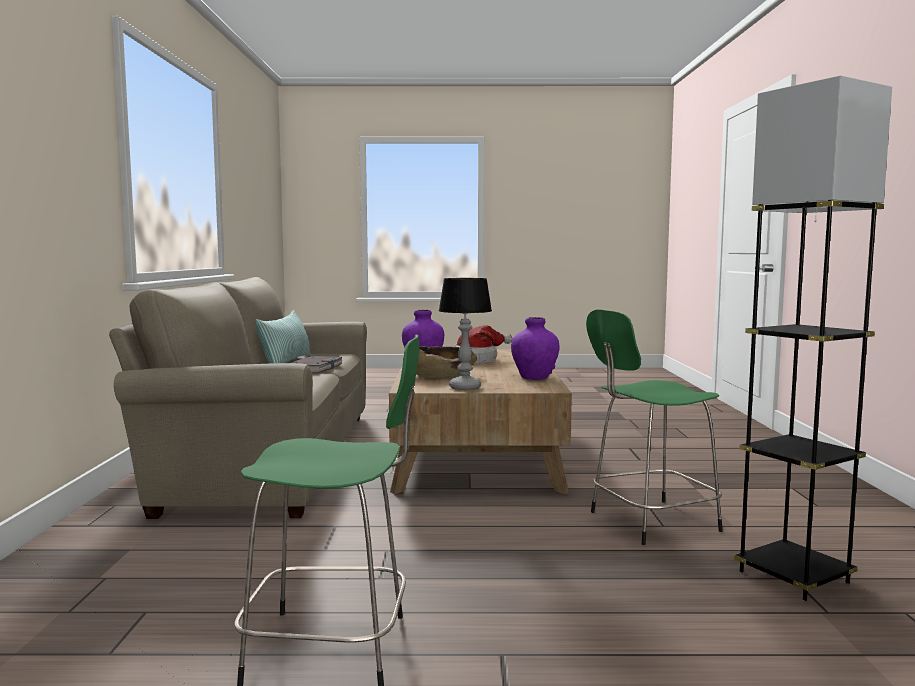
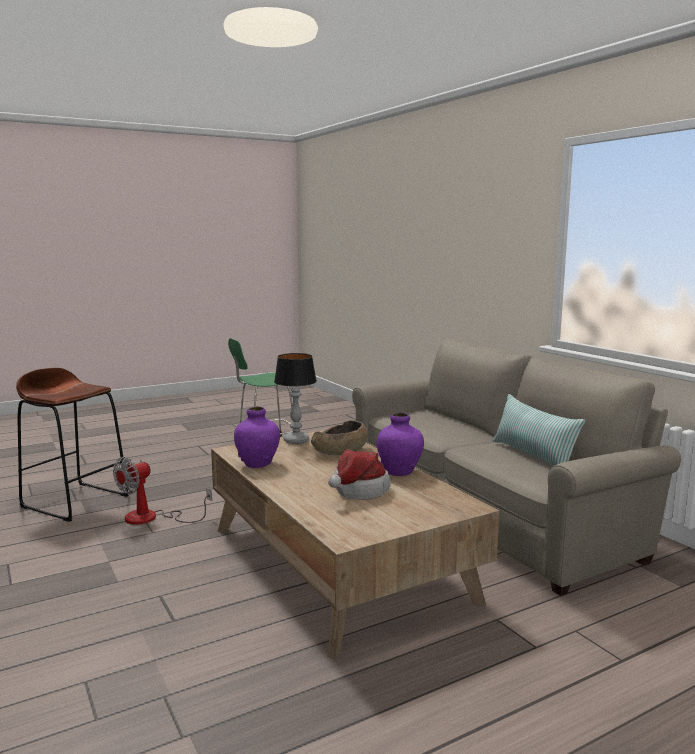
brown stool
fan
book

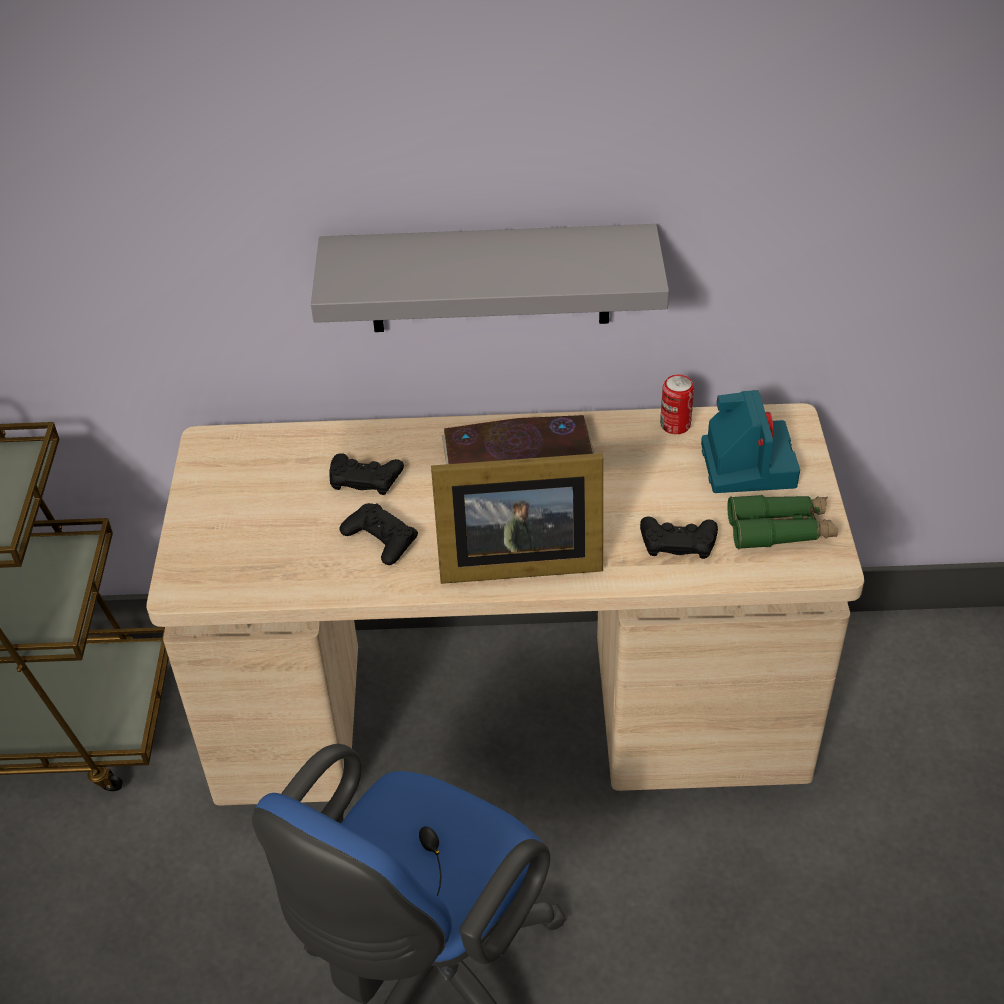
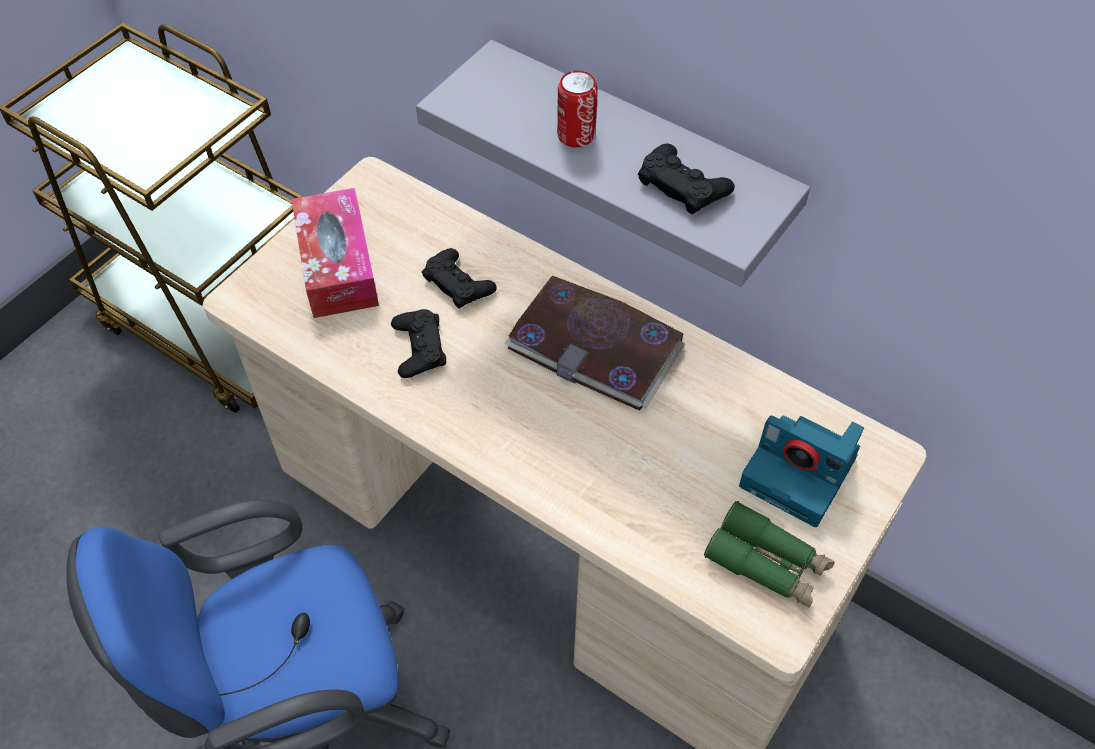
can
photo camera
picture frame
black game controller (no. 3 from left)
tissue box

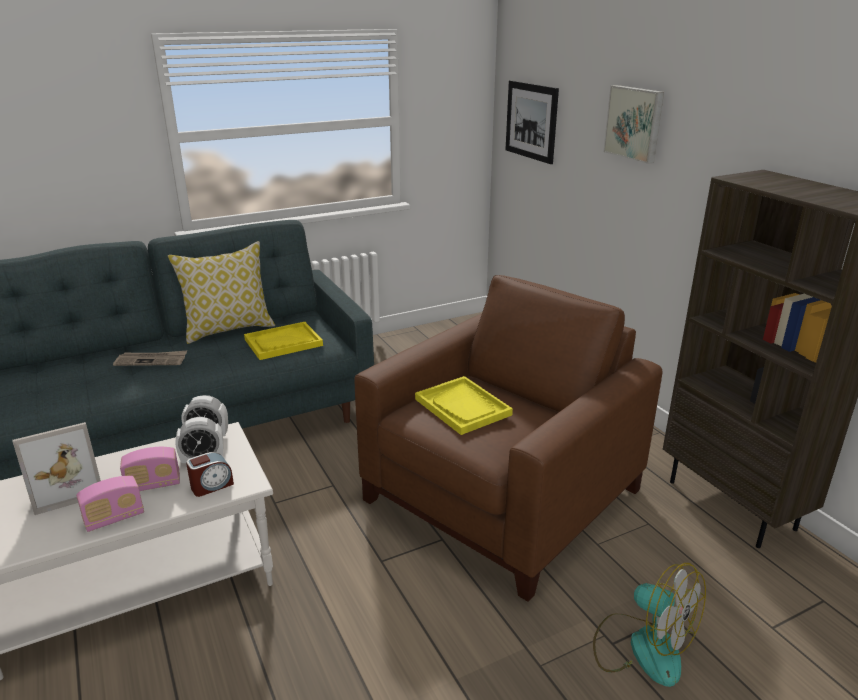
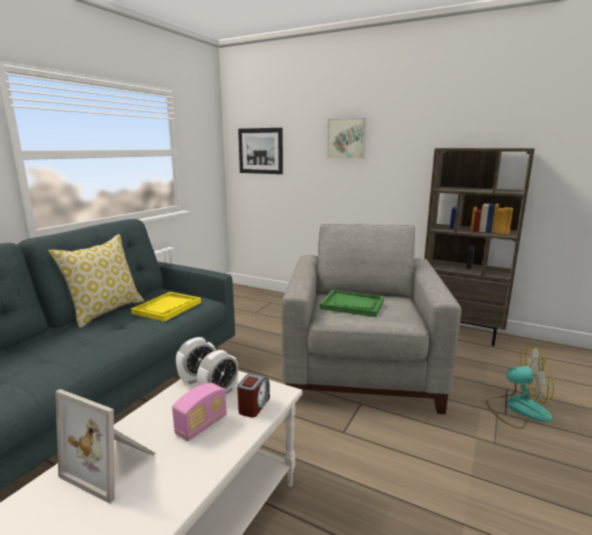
grey armchair
newspaper
green tray
picture frame
radio (no. 1 from left in the first image)

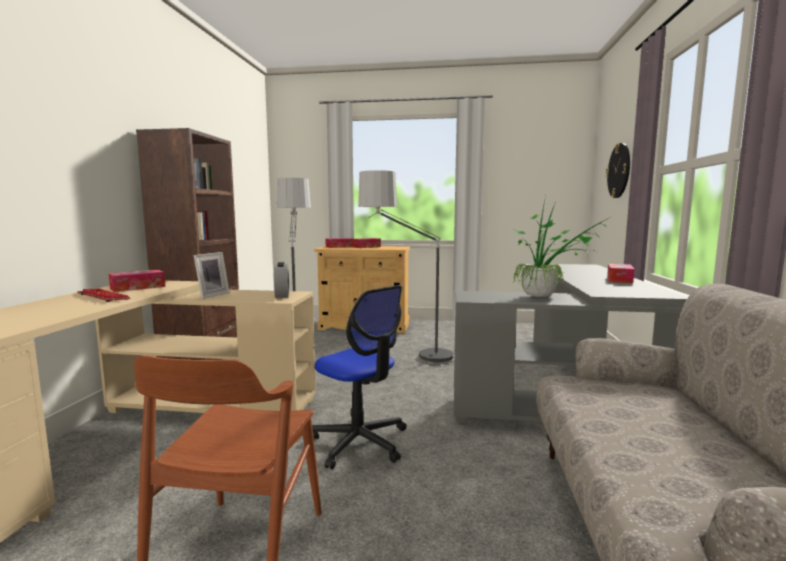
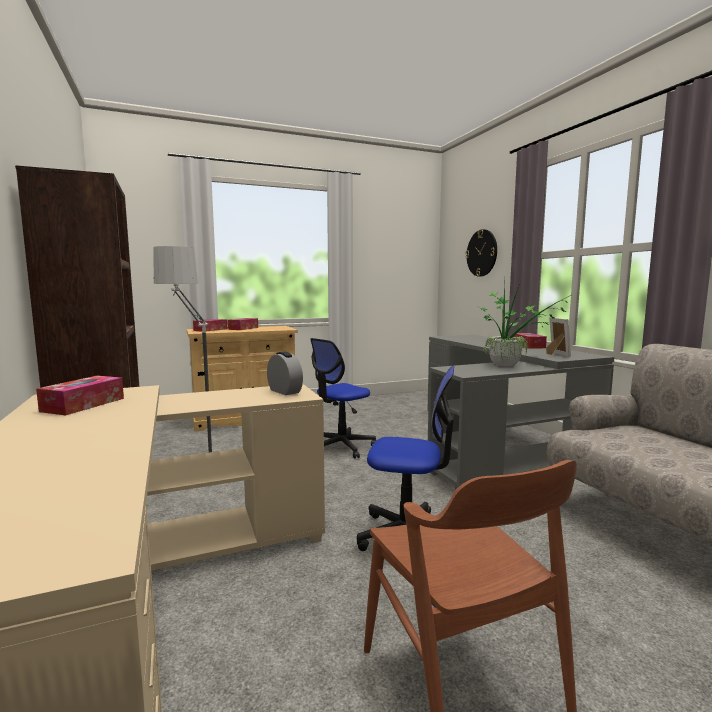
office chair (no. 1 from left)
picture frame
keyboard

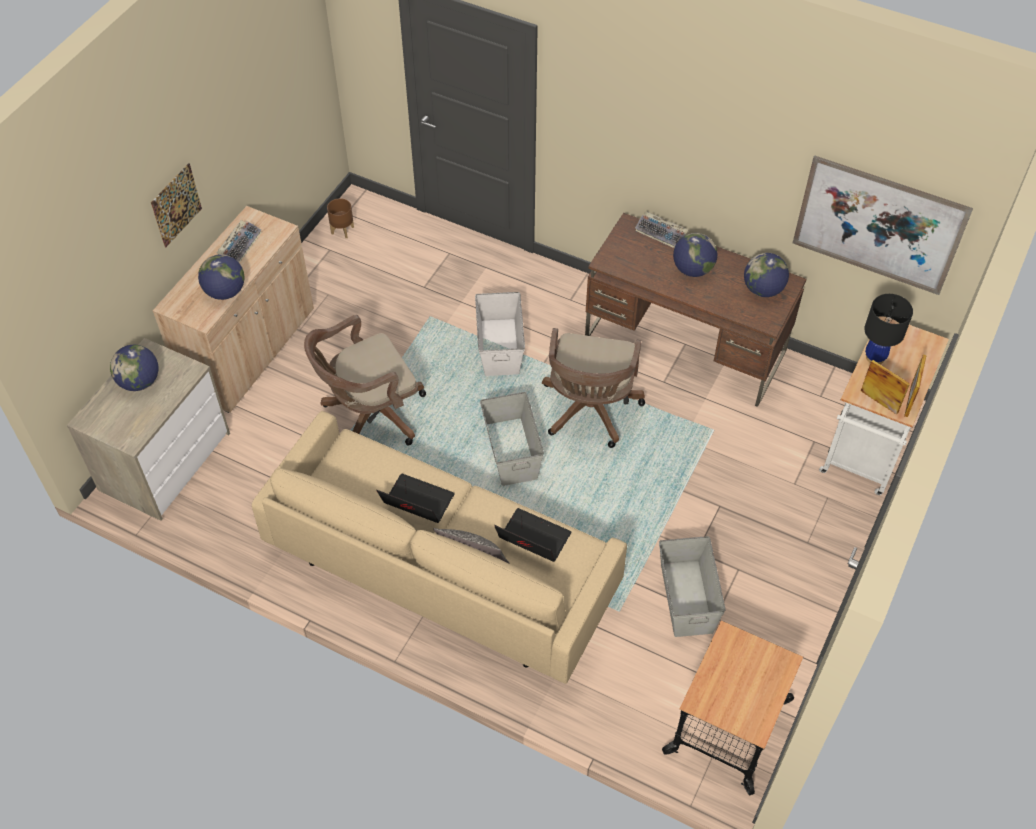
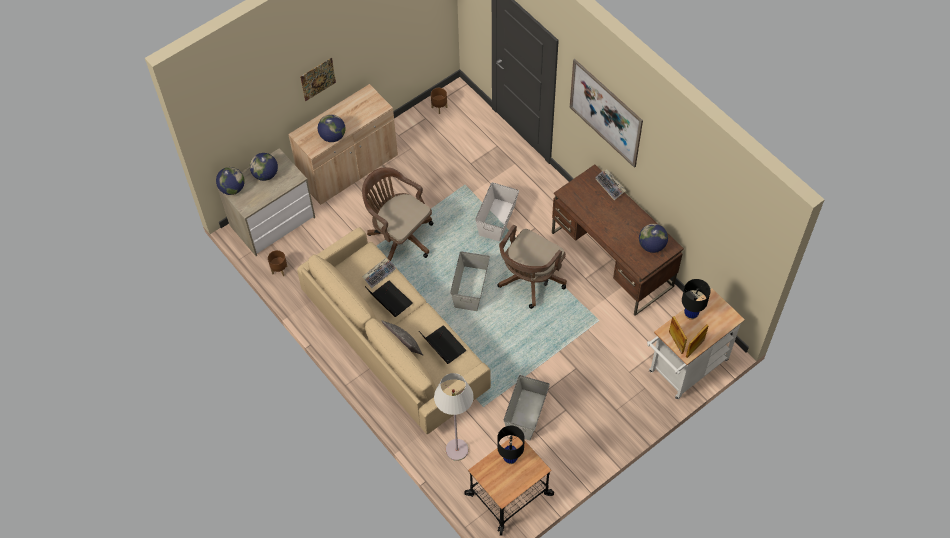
picture (no. 2 from left)
keyboard (no. 1 from left)
globe (no. 1 from left)
brown office chair (no. 1 from left)
brown planter (no. 1 from left)
white floor lamp
black table lamp (no. 1 from left)

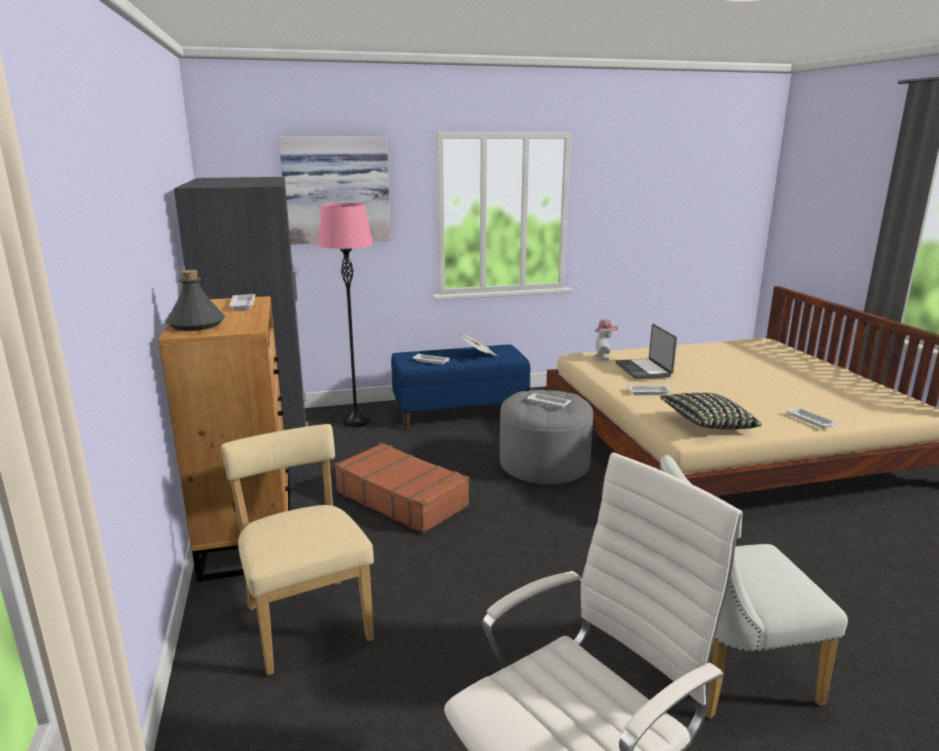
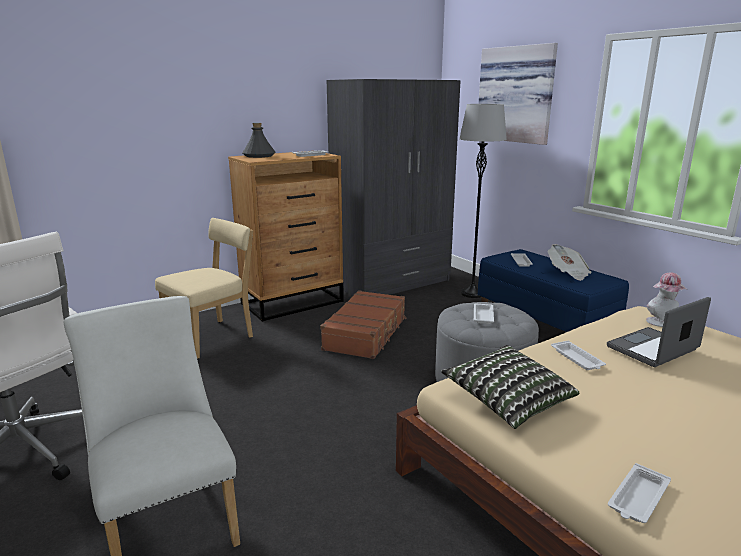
grey floor lamp

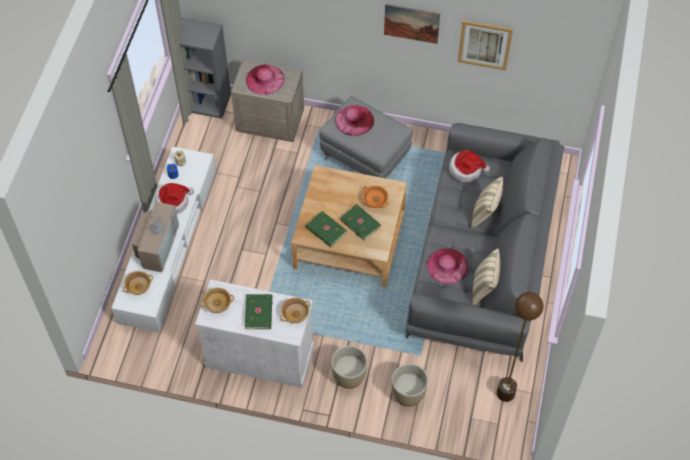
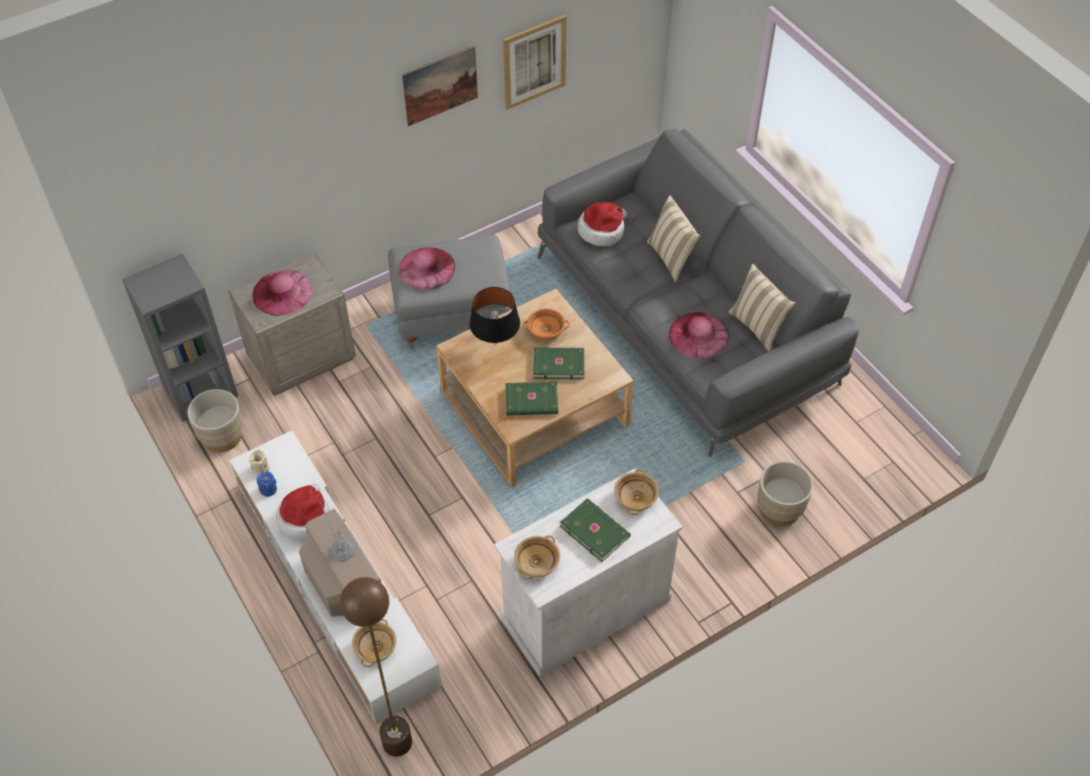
brown floor lamp
beige planter (no. 1 from left)
black table lamp

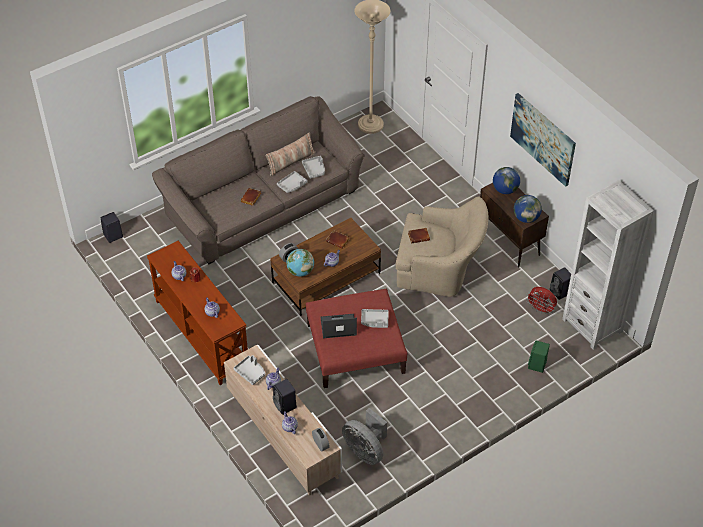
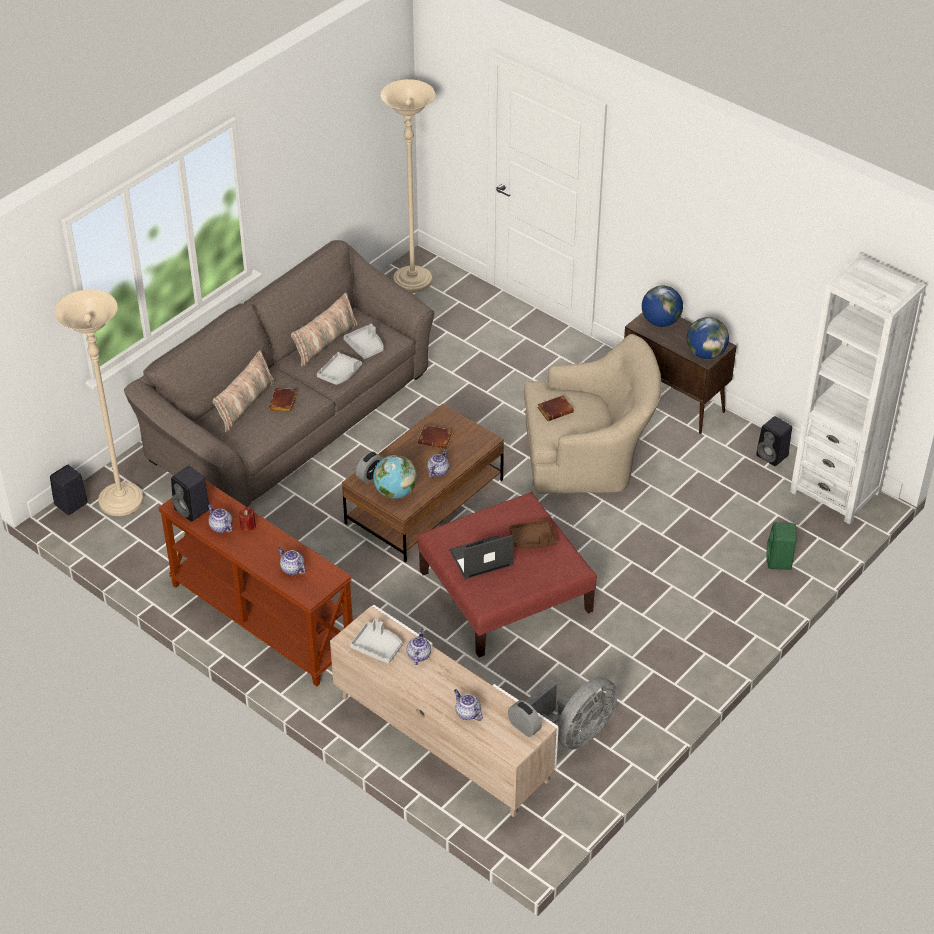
picture
red fan
brown tray
black speaker (no. 2 from left)
grey fan
beige floor lamp (no. 1 from left)
pillow (no. 1 from left)

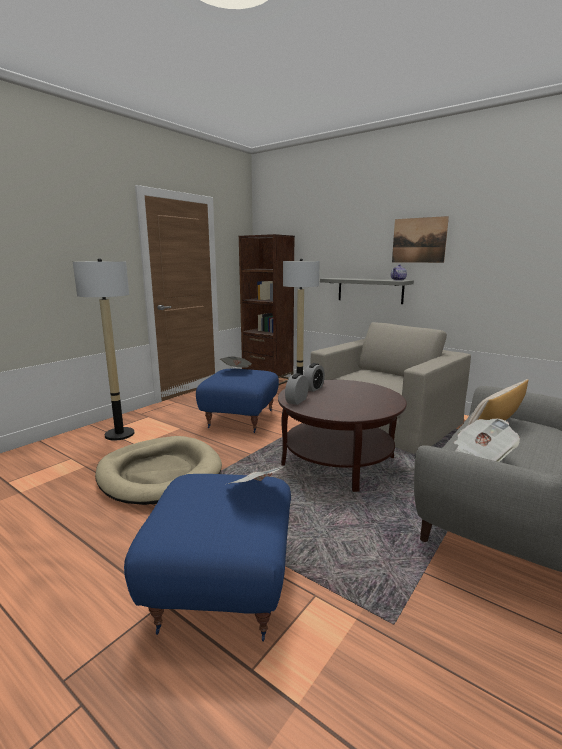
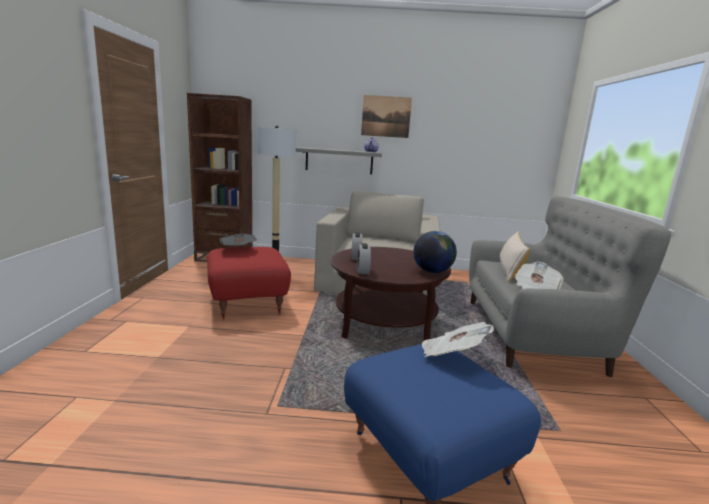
floor lamp (no. 1 from left in the first image)
red ottoman
beige dog bed
globe

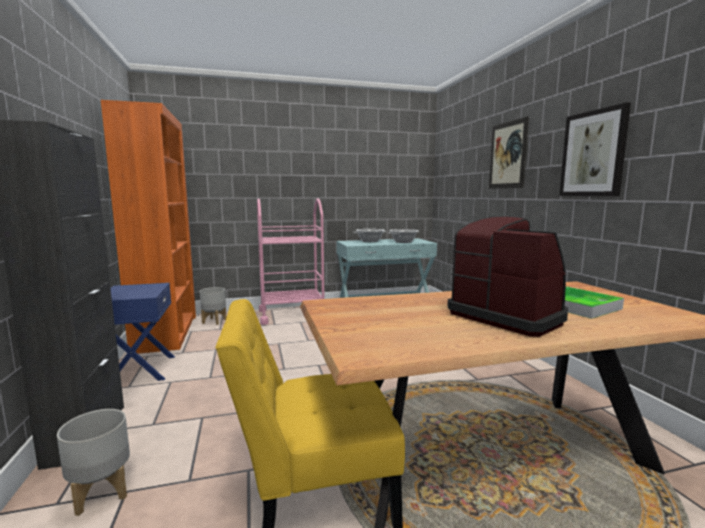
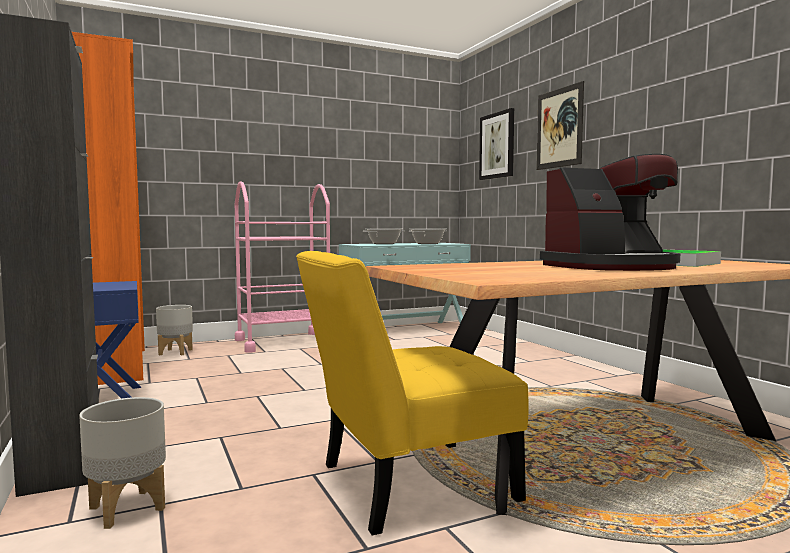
picture (no. 1 from left)
coffee machine

